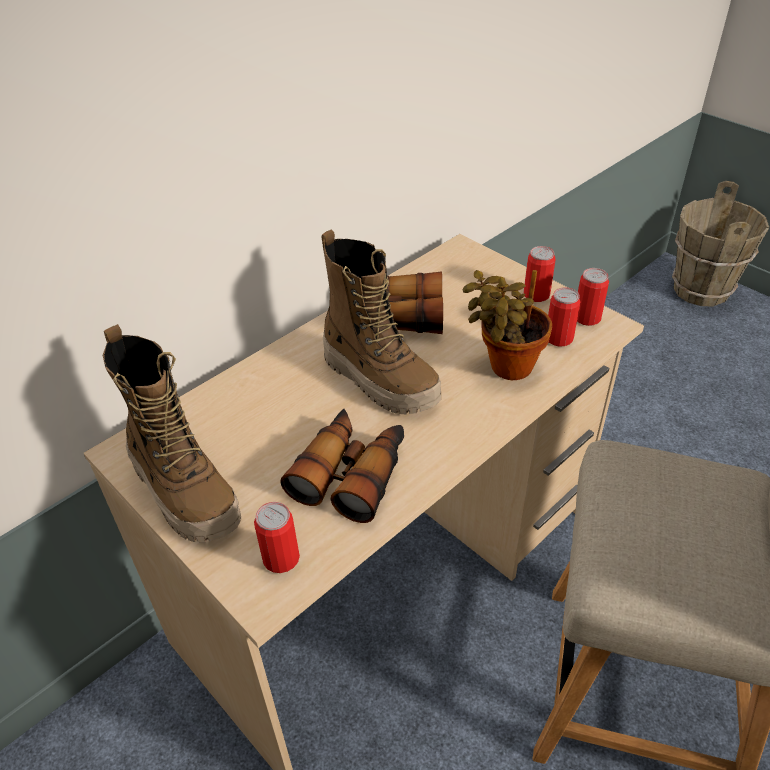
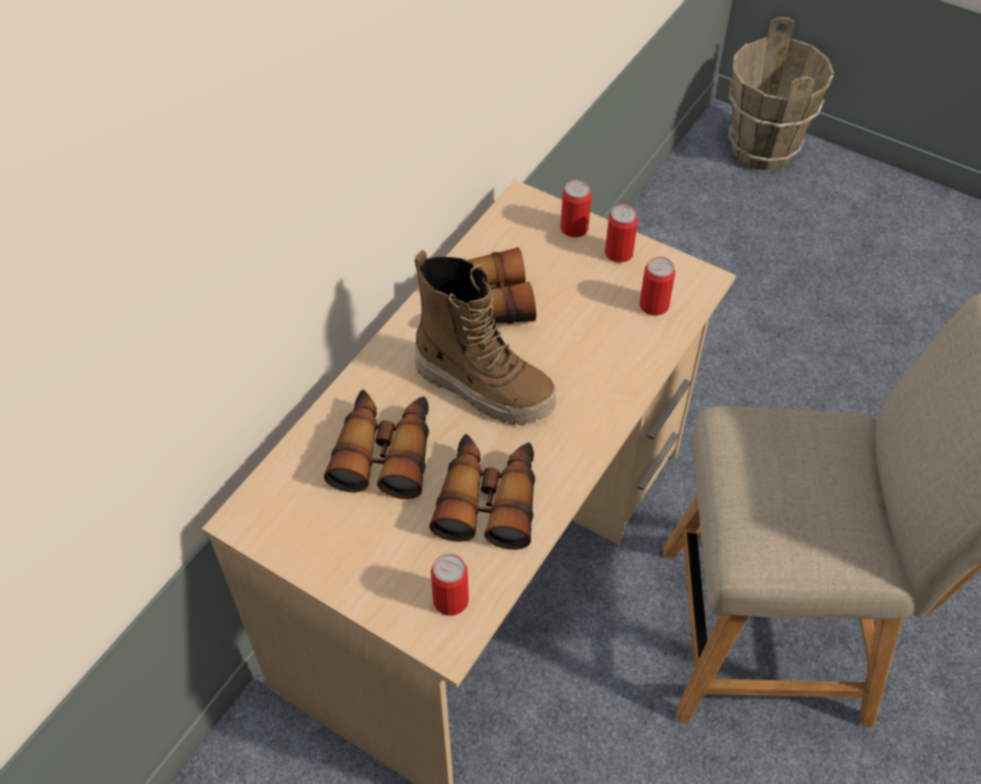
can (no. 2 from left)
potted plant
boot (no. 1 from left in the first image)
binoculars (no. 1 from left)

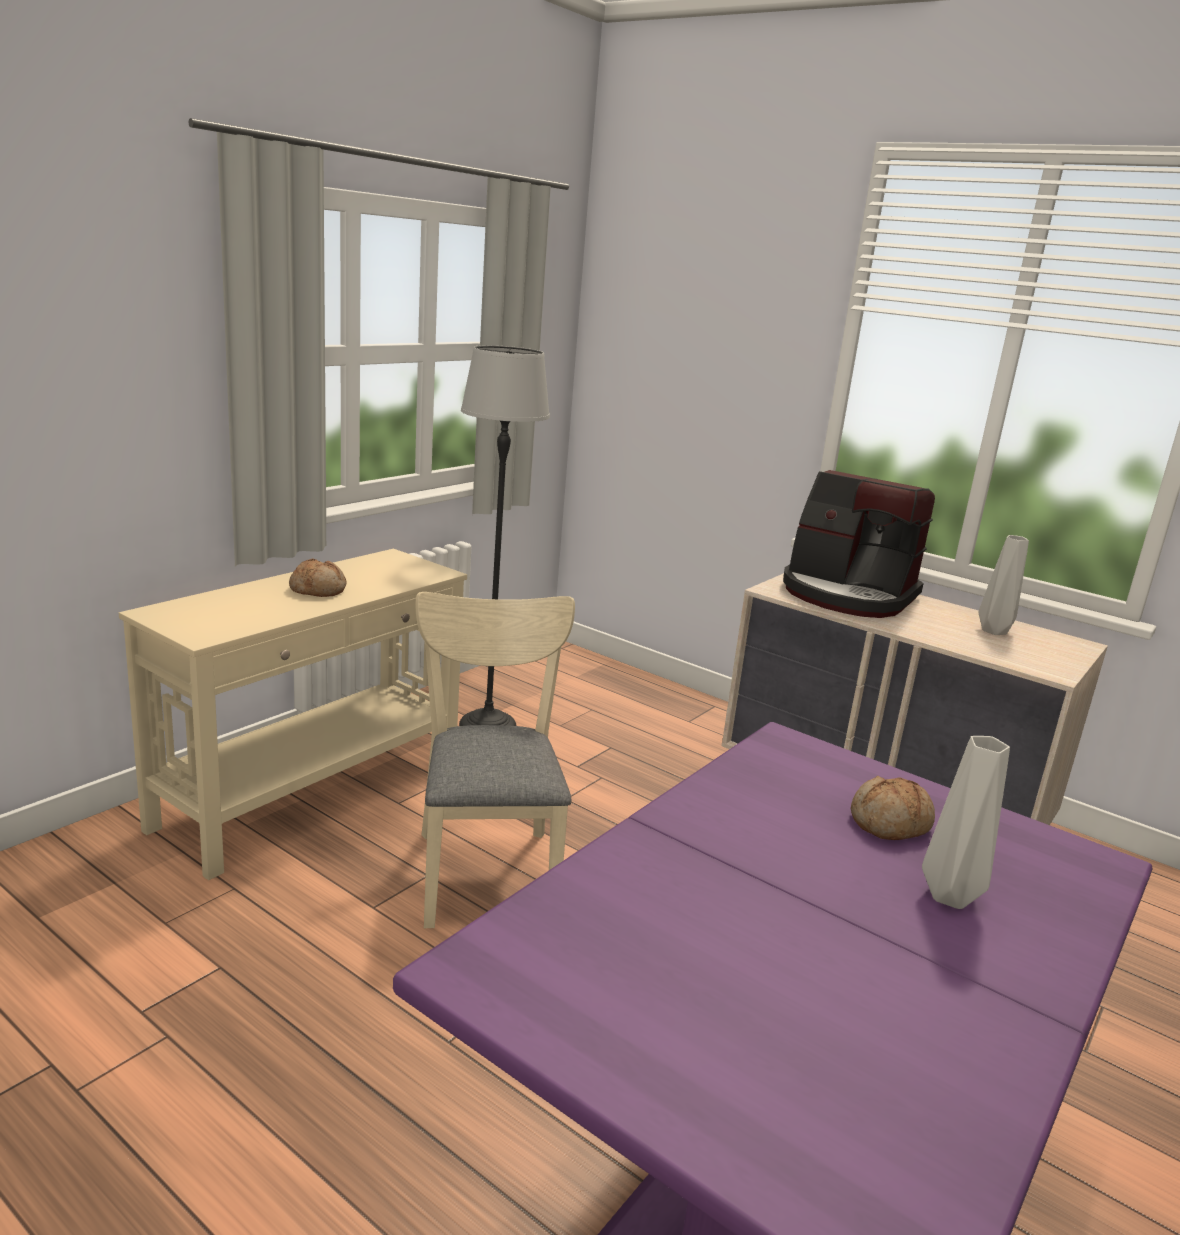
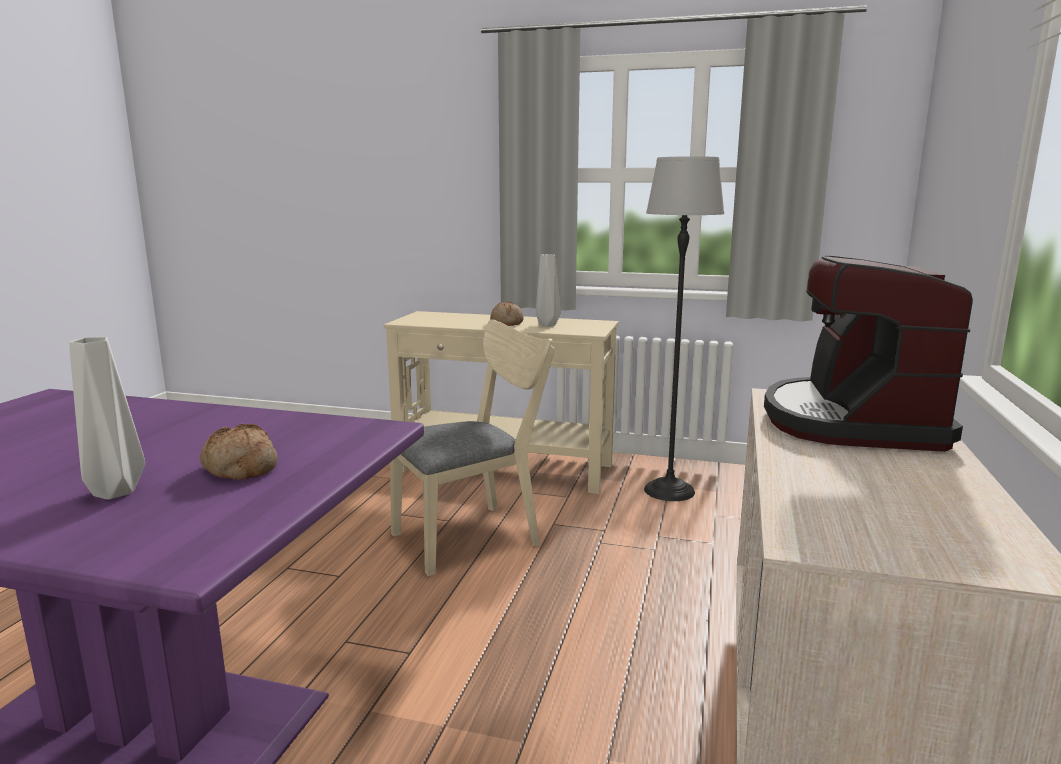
grey vase (no. 2 from left)

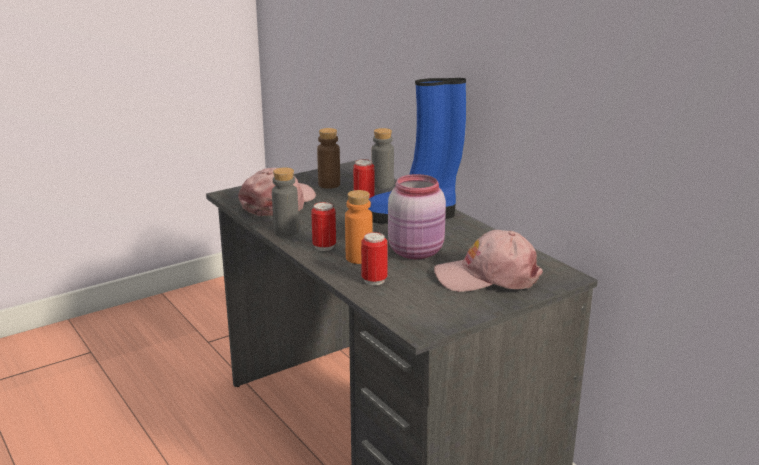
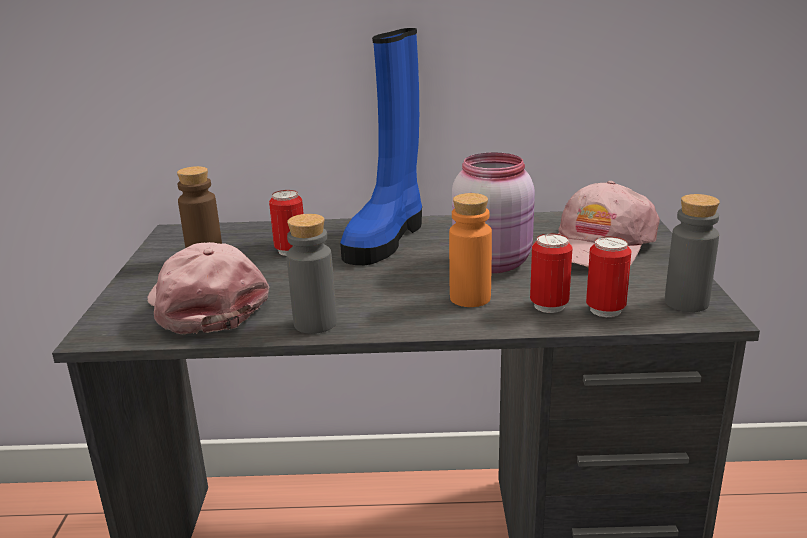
grey bottle (no. 2 from left)
can (no. 3 from left)

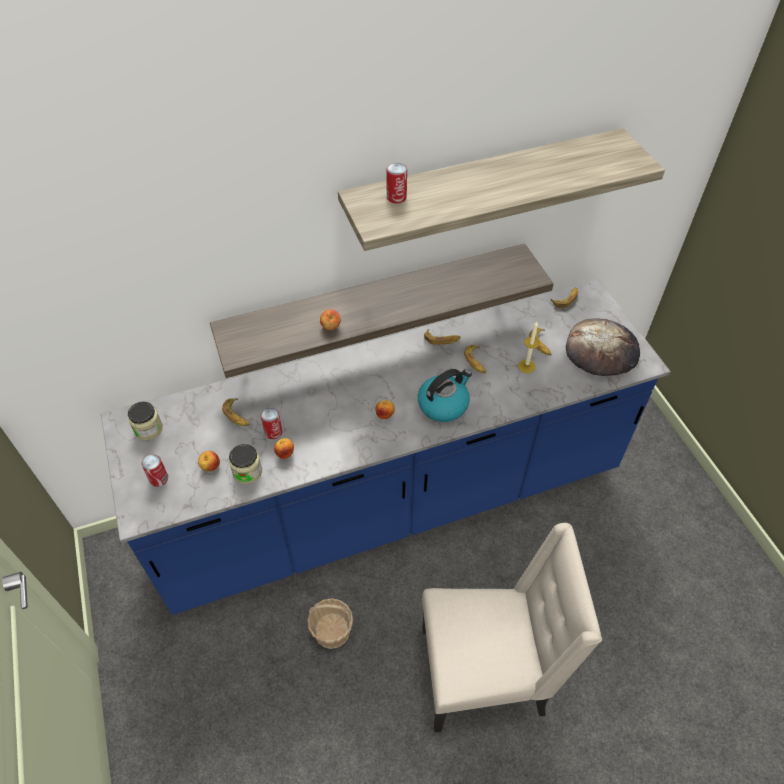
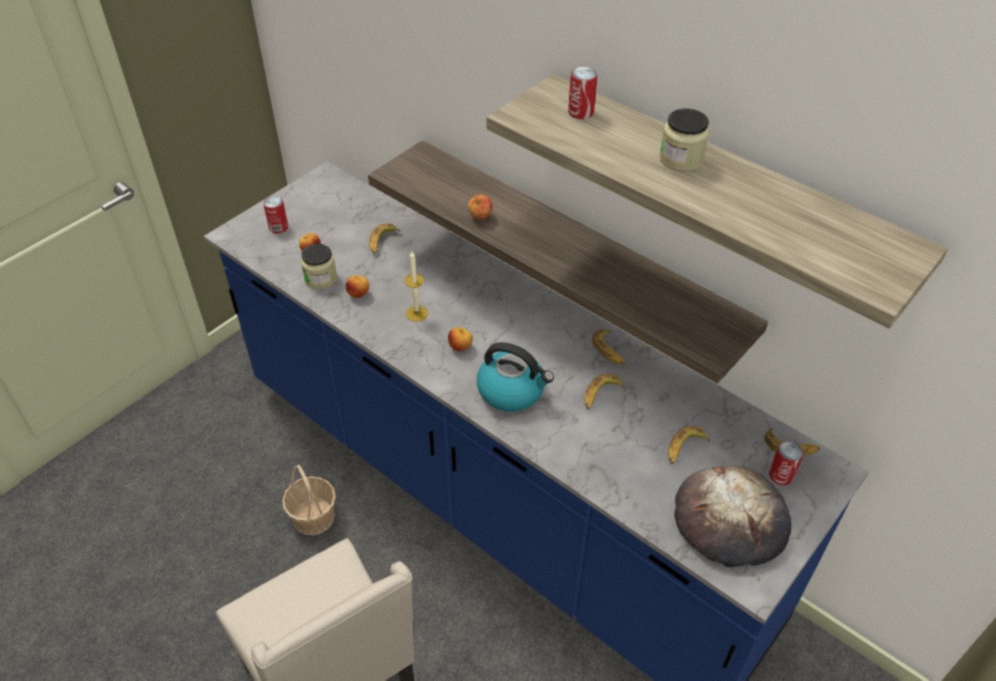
candle
jar (no. 2 from left)
can (no. 3 from left)

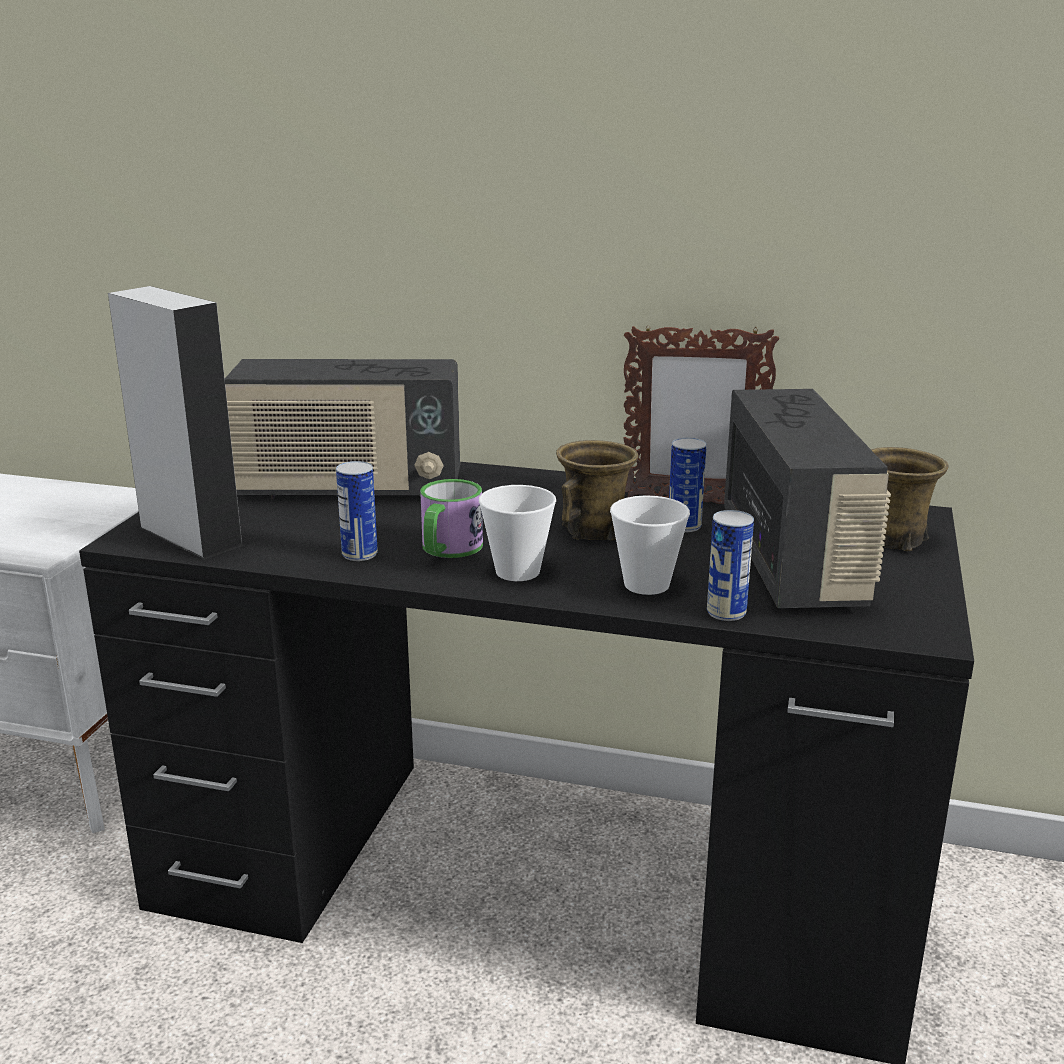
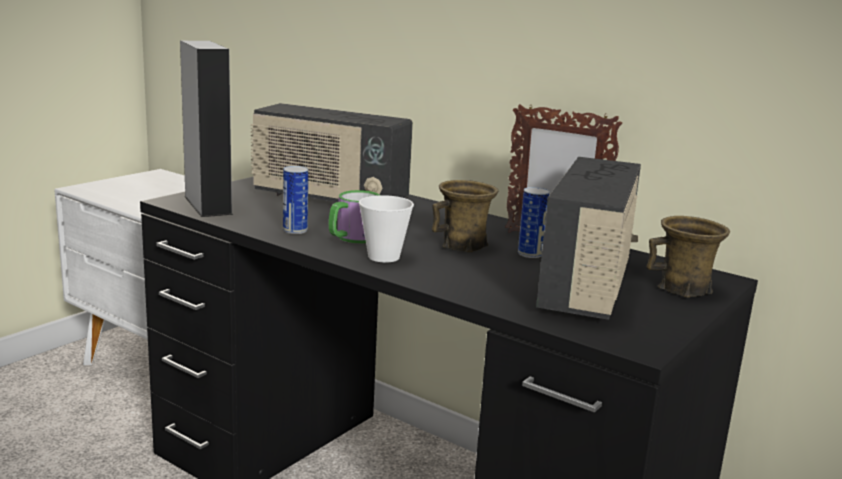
cup (no. 2 from left in the first image)
can (no. 3 from left in the first image)

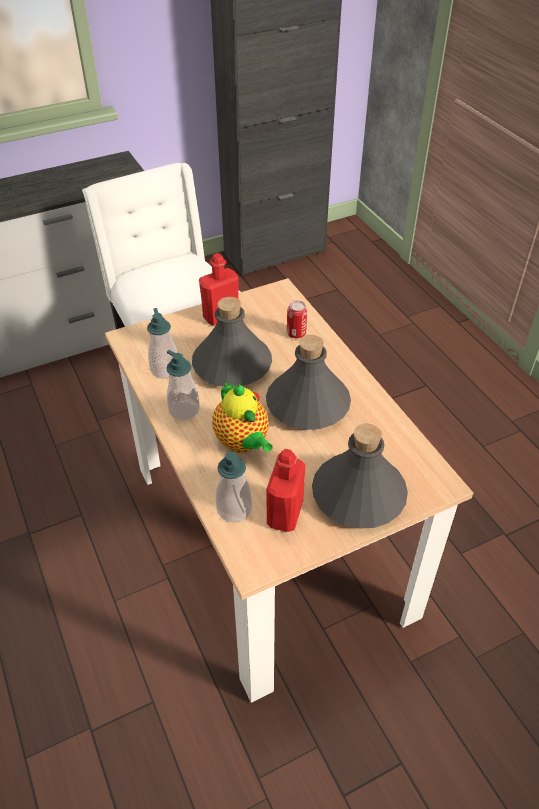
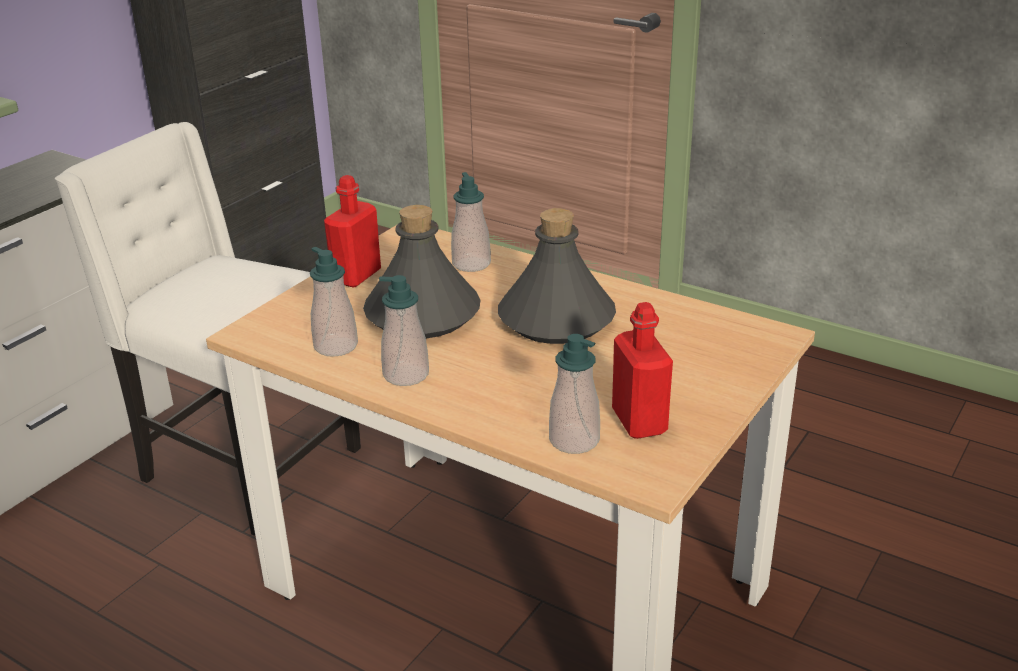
soap dispenser (no. 3 from left)
teapot
grey bottle (no. 3 from left in the first image)

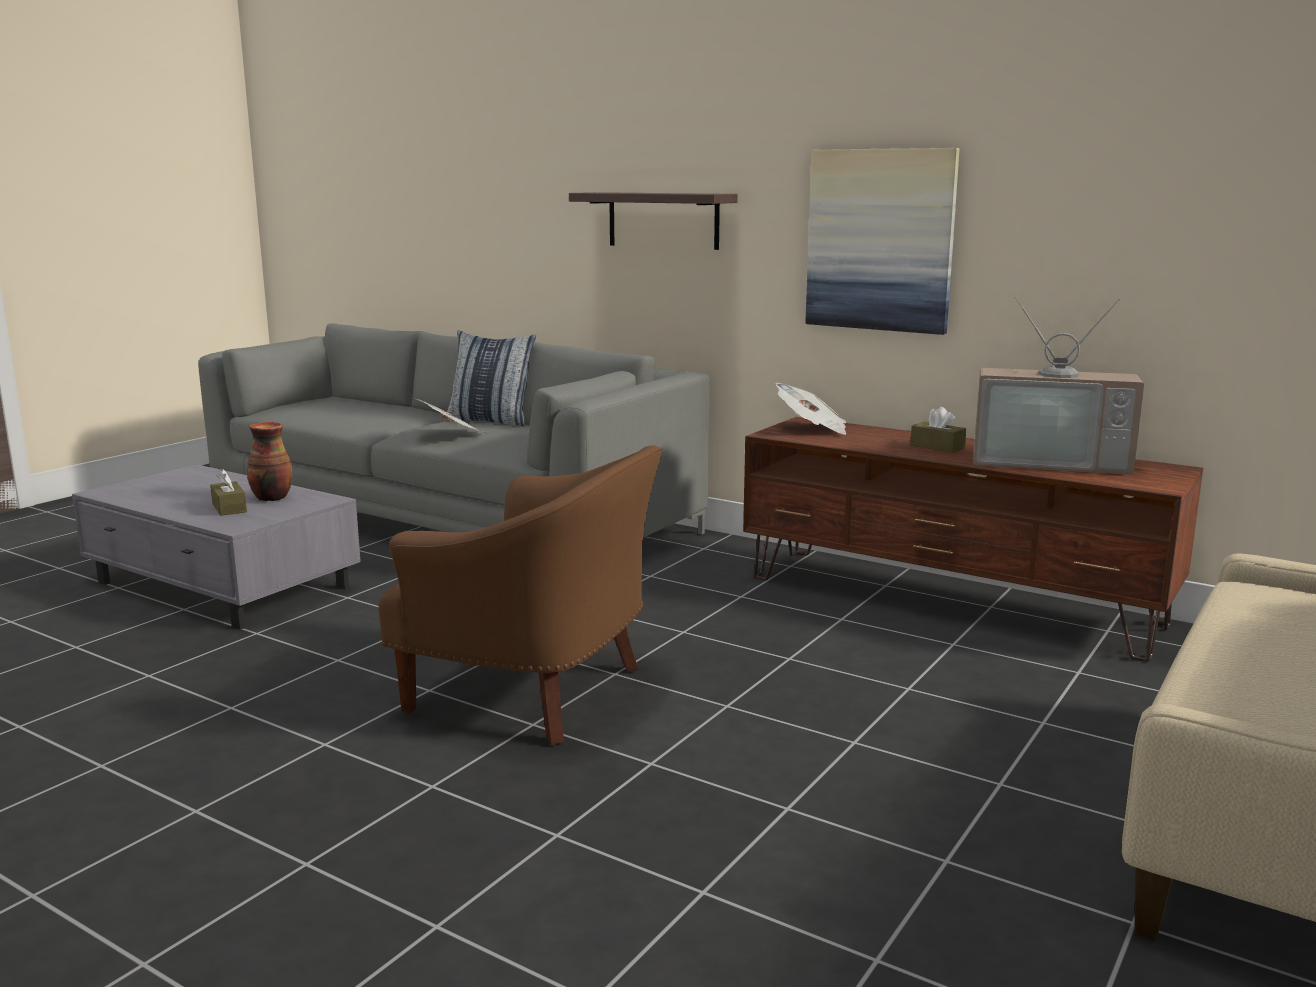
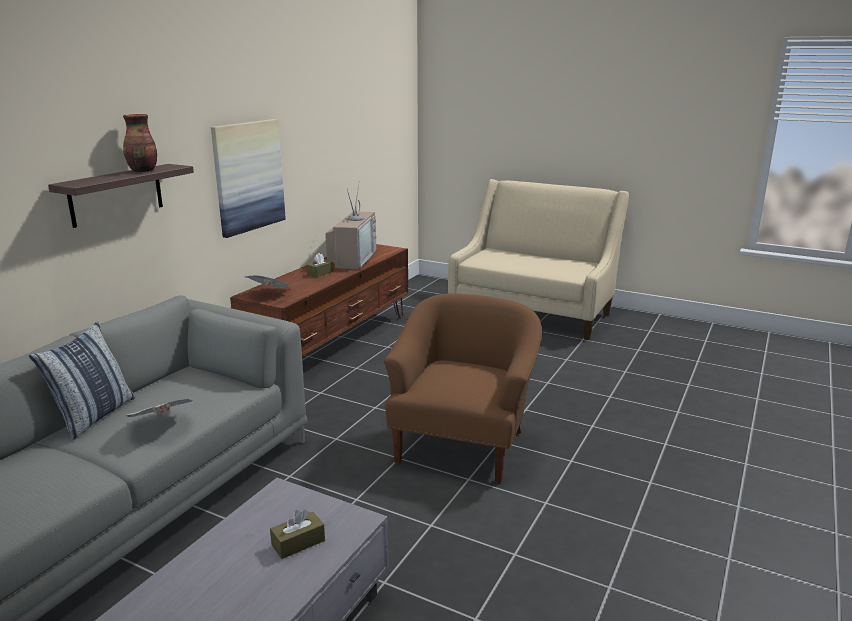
vase

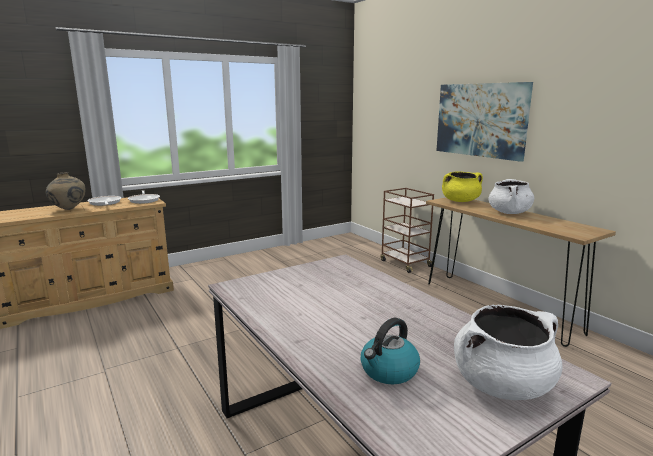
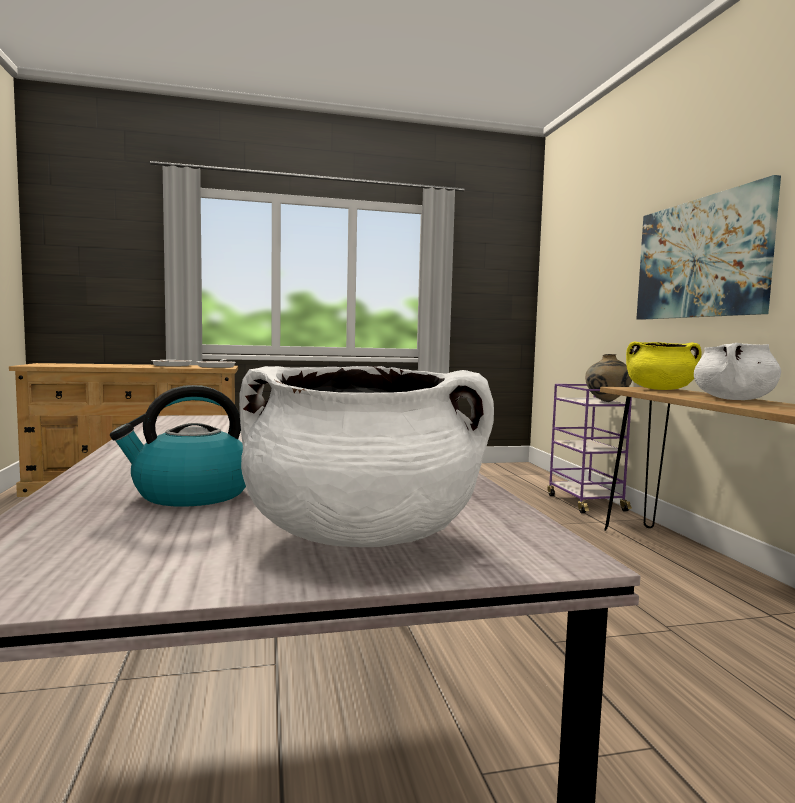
beige vase
purple cart

